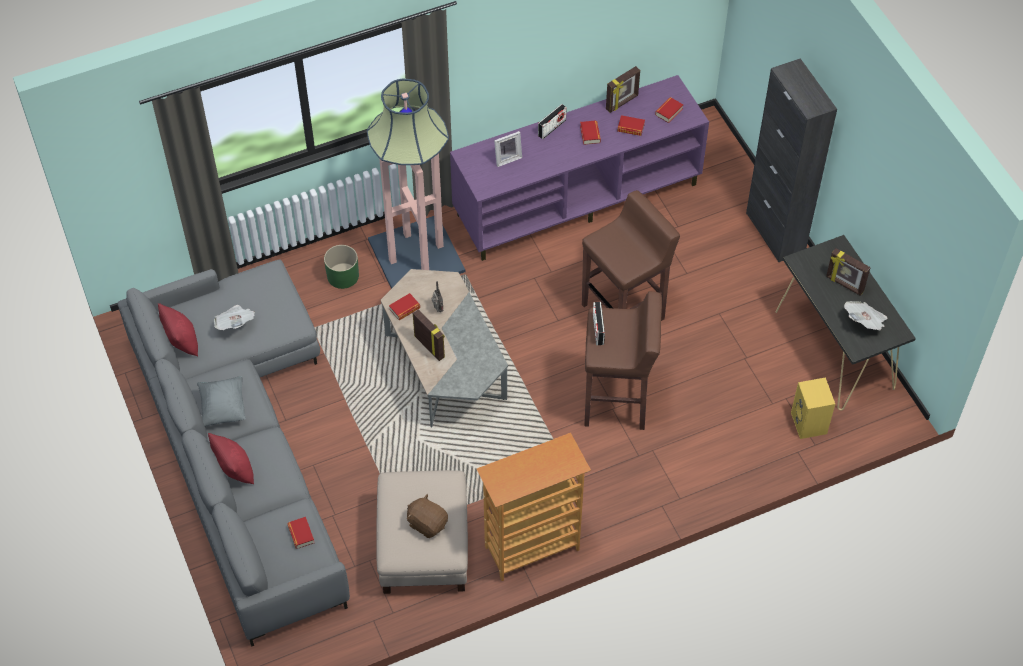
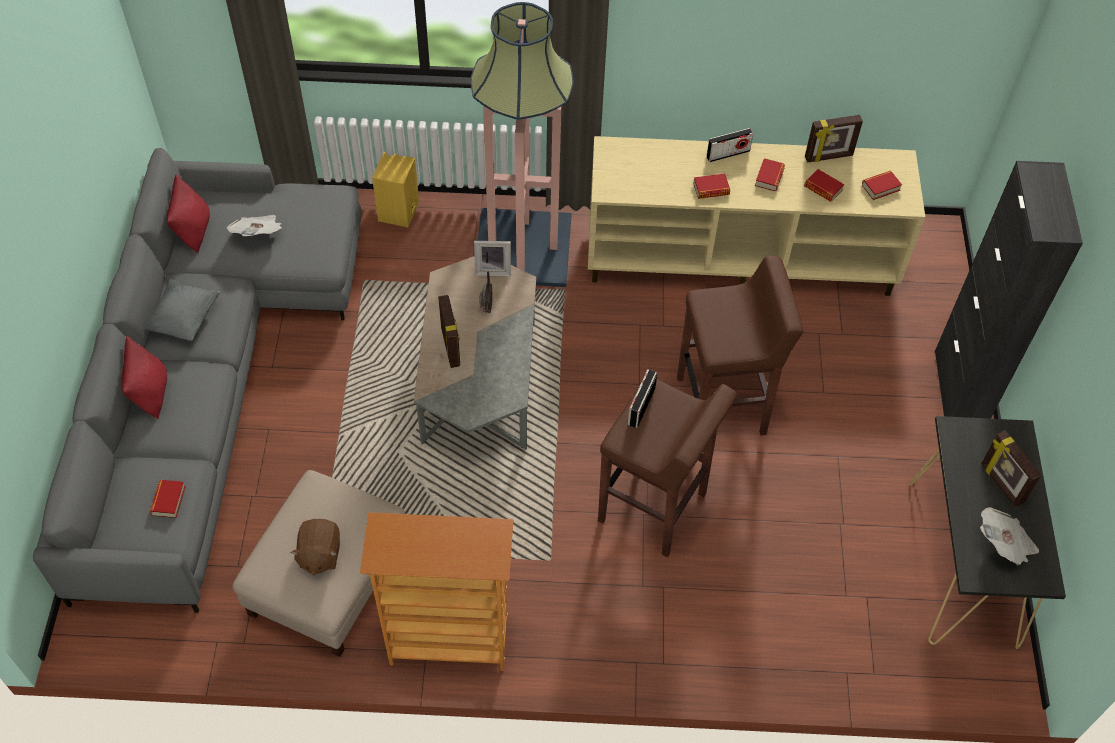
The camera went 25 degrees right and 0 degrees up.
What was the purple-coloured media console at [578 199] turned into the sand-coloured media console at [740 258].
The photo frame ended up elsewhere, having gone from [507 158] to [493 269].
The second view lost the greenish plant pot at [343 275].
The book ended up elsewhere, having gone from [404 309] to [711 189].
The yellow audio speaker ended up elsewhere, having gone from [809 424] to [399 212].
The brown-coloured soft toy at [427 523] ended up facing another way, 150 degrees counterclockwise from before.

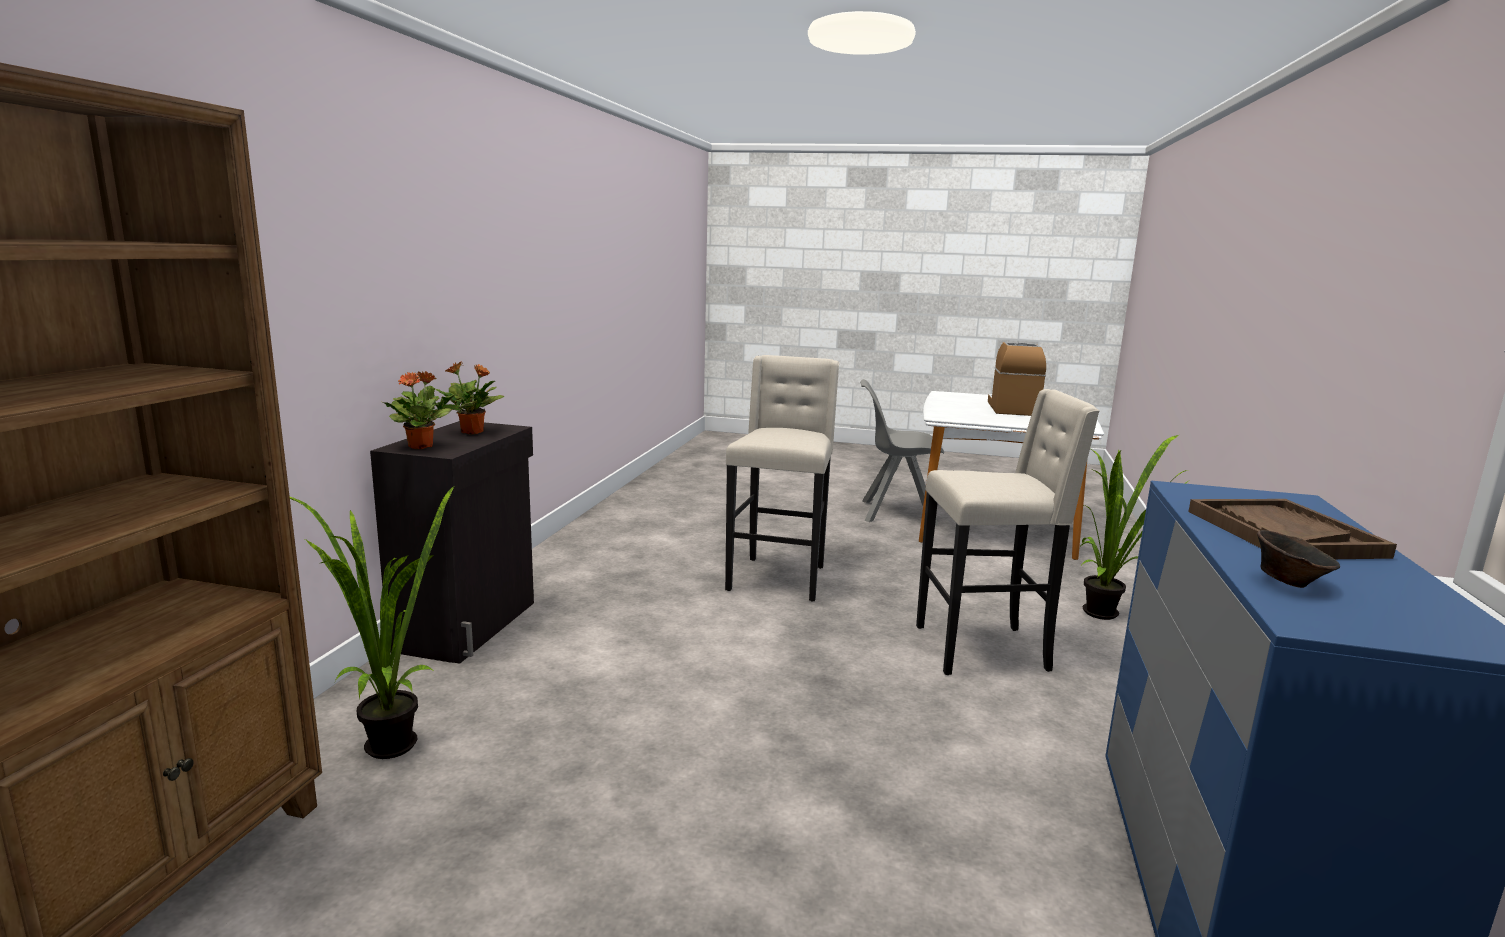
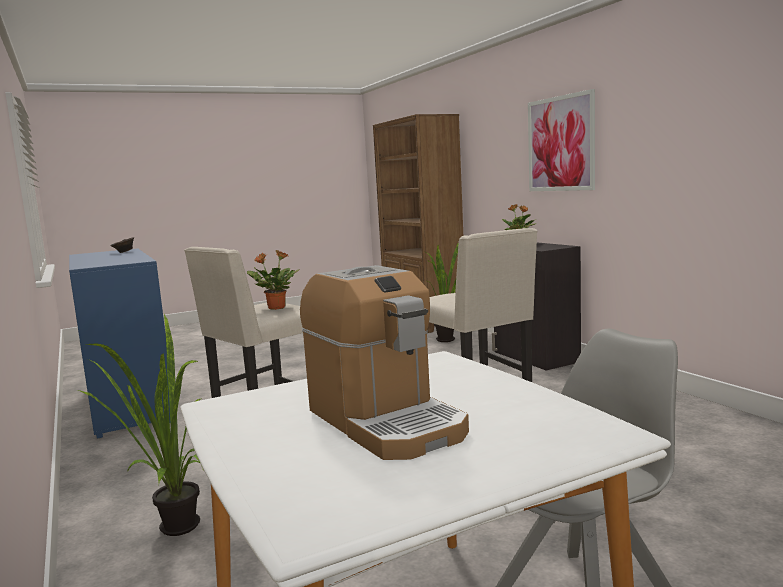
The camera went 140 degrees right and 5 degrees down.
The houseplant ended up elsewhere, having gone from [473 432] to [276 308].
The second view lost the brown-coloured serving tray at [1282 533].
The second view gained the picture at [560 144].

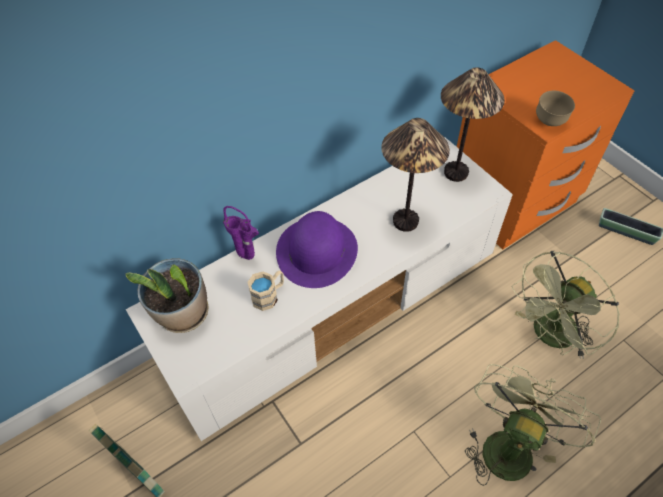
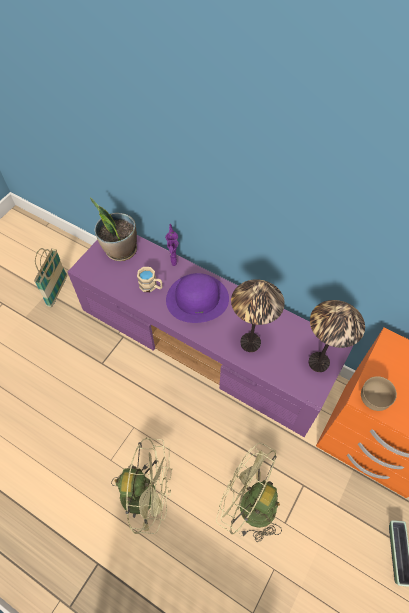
The camera went 65 degrees right and 5 degrees up.
What was the white-coloured media console at [334 305] turned into the purple-coloured media console at [206 344].

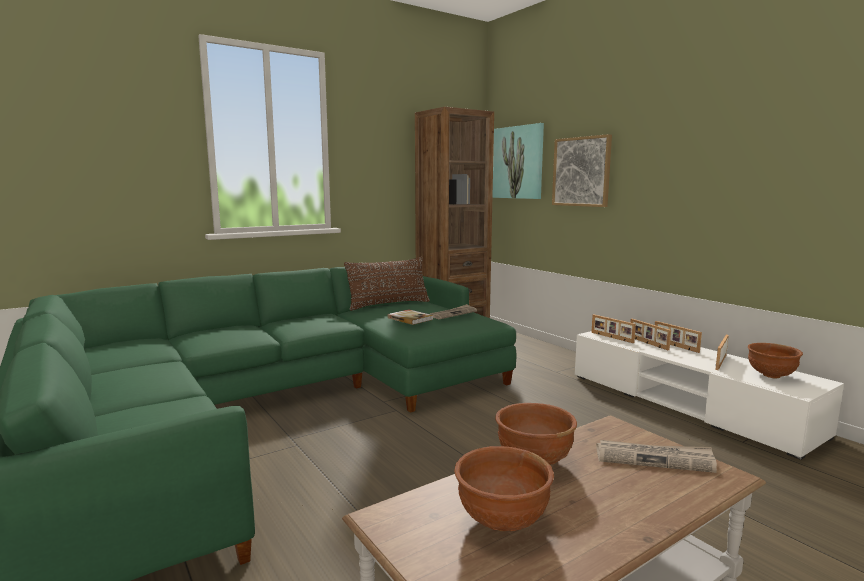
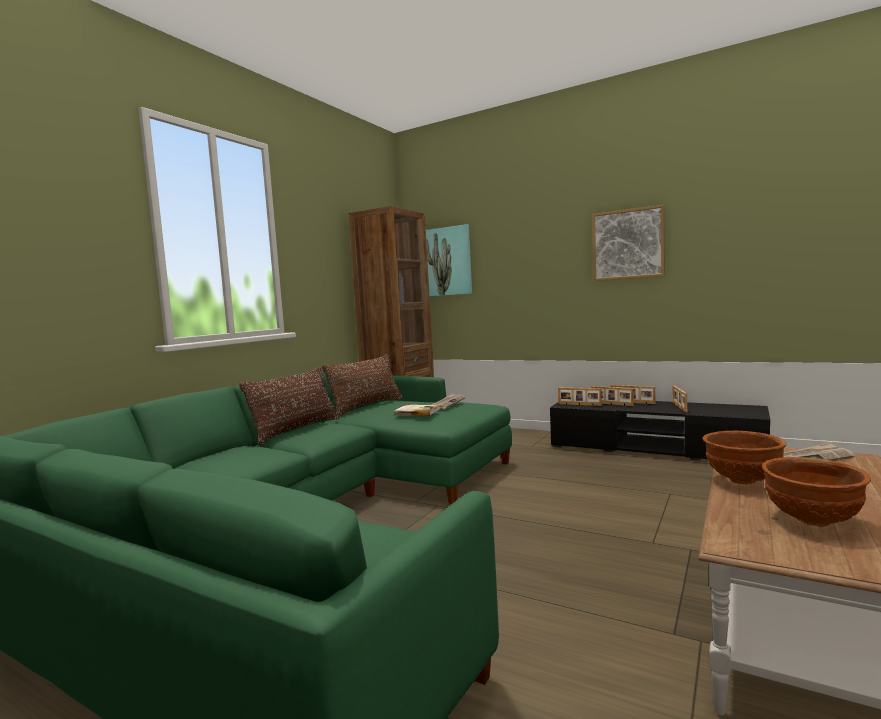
The camera went 25 degrees left and 5 degrees down.
The picture ended up elsewhere, having gone from [581 171] to [628 244].
What was the white-coloured media console at [686 403] turned into the black-coloured media console at [654 448].
The second view lost the brown-coloured deep dish at [770 375].
The second view gained the brown-coloured pillow at [296 430].

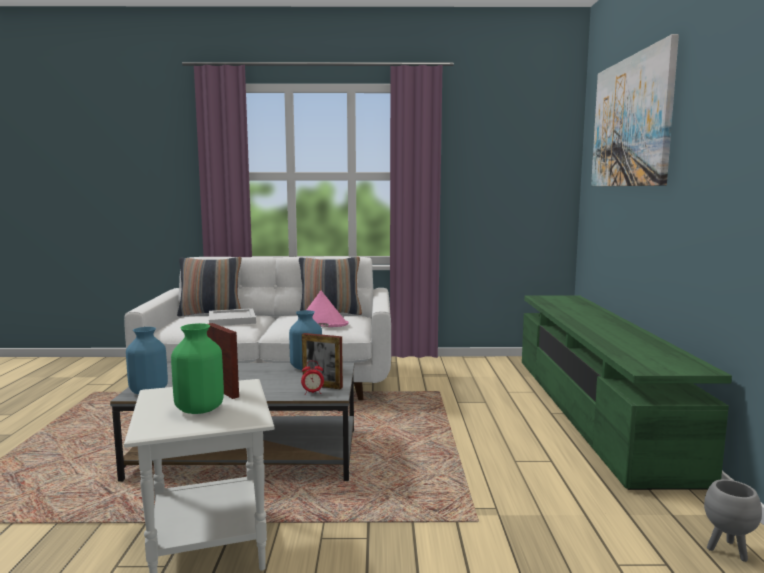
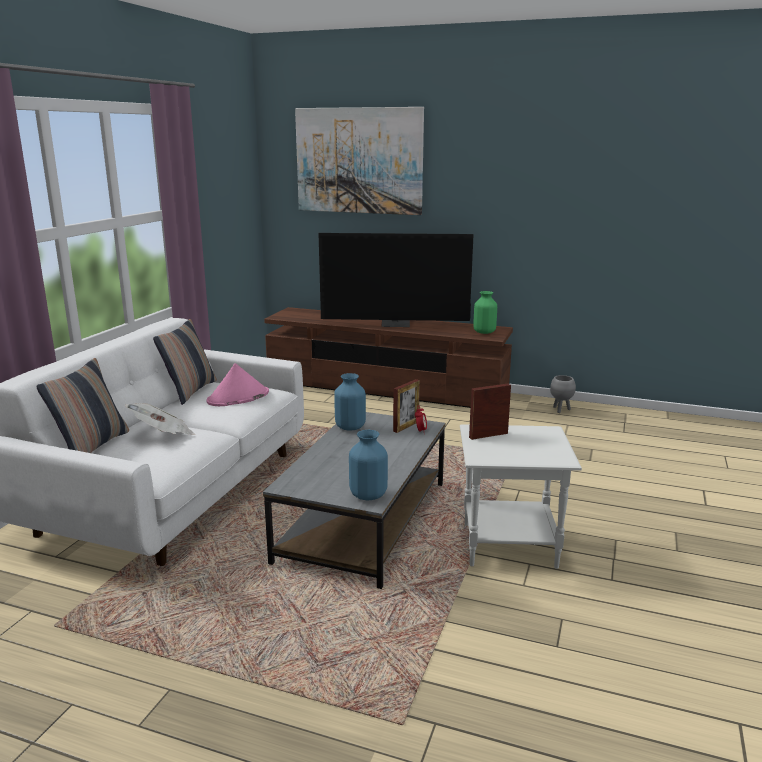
The camera went 70 degrees left and 10 degrees up.
What was the greenish media console at [594 411] turned into the brown-coloured media console at [385 388].
Where the white-coloured serving tray stood at [232 320], the daily paper came to stand at [163 435].
The greenish flower vase ended up elsewhere, having gone from [199 409] to [484 332].
The second view gained the television at [396 324].

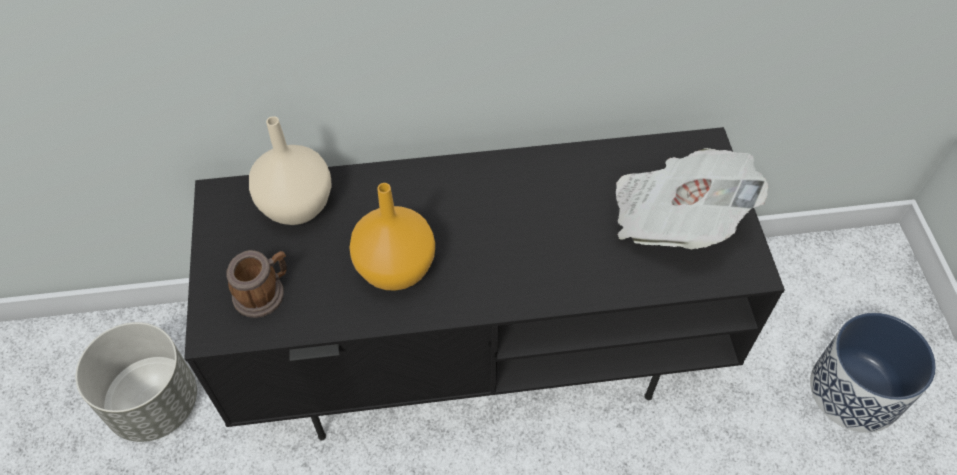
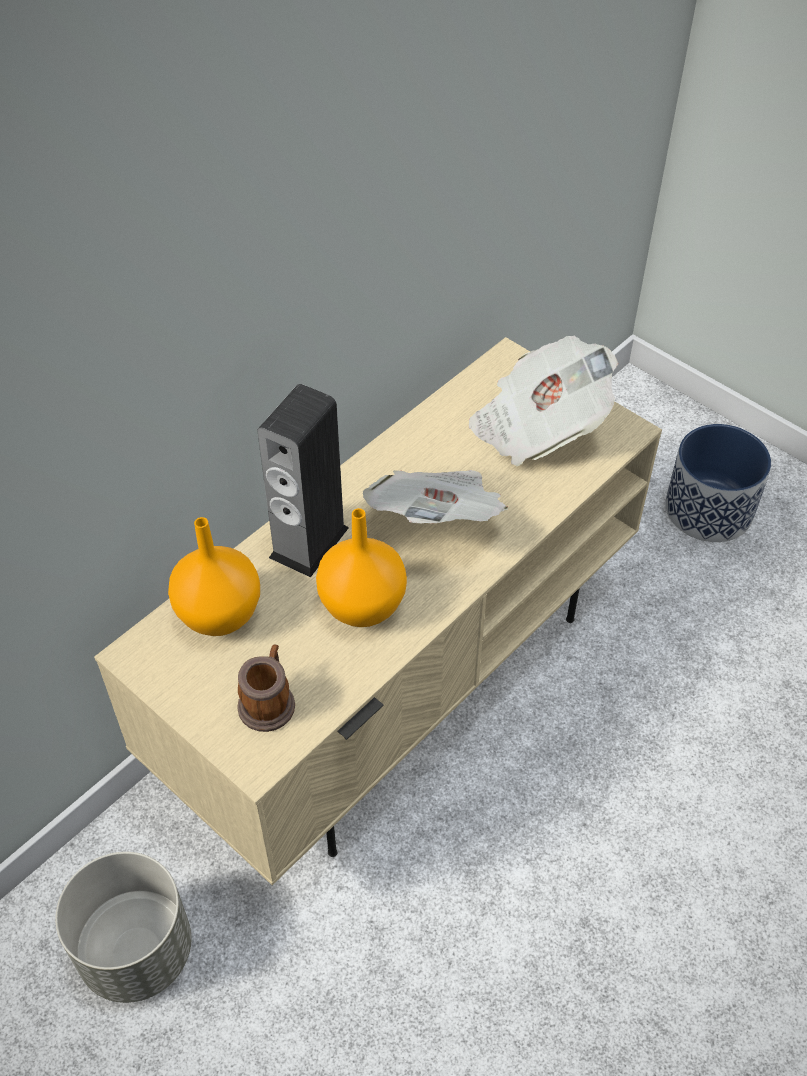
The camera went 40 degrees left and 5 degrees down.
What was the sand-coloured flower vase at [296 205] turned into the orange-coloured flower vase at [217 614].
What was the black-coloured media console at [480 348] turned into the sand-coloured media console at [400 679].
The second view gained the audio speaker at [309 542].
The second view gained the daily paper at [437 519].

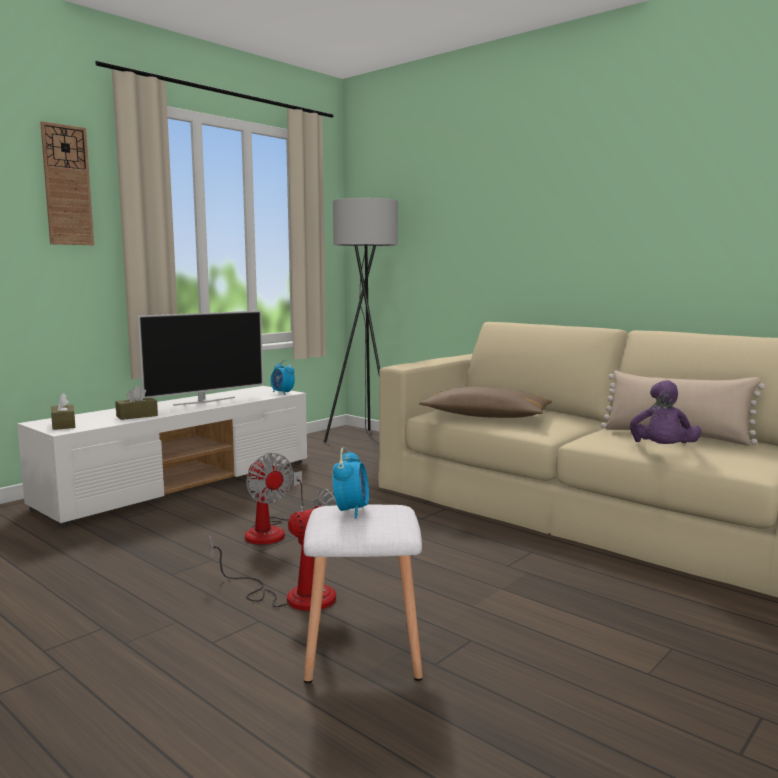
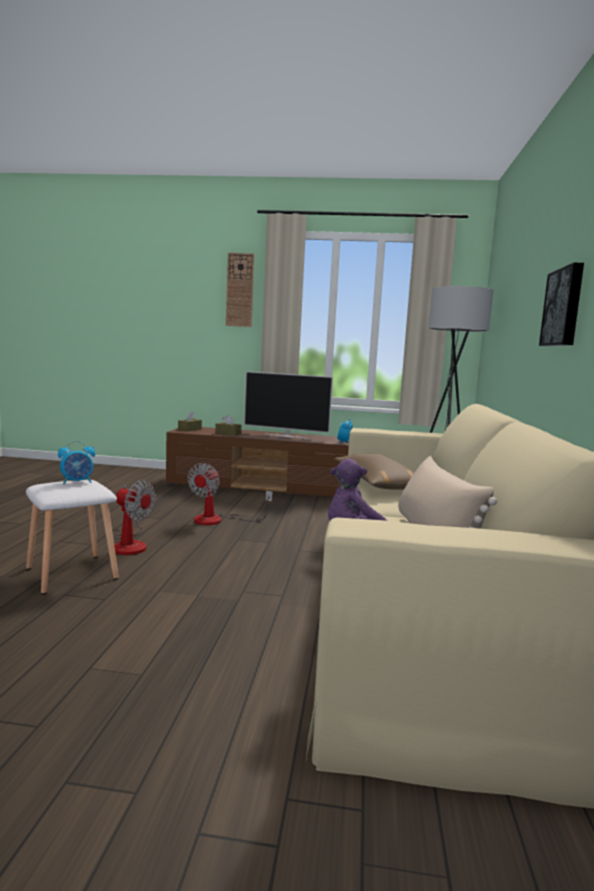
The camera went 55 degrees right and 0 degrees up.
What was the white-coloured media console at [182 483] turned into the brown-coloured media console at [264 488].
The second view gained the picture at [564 307].

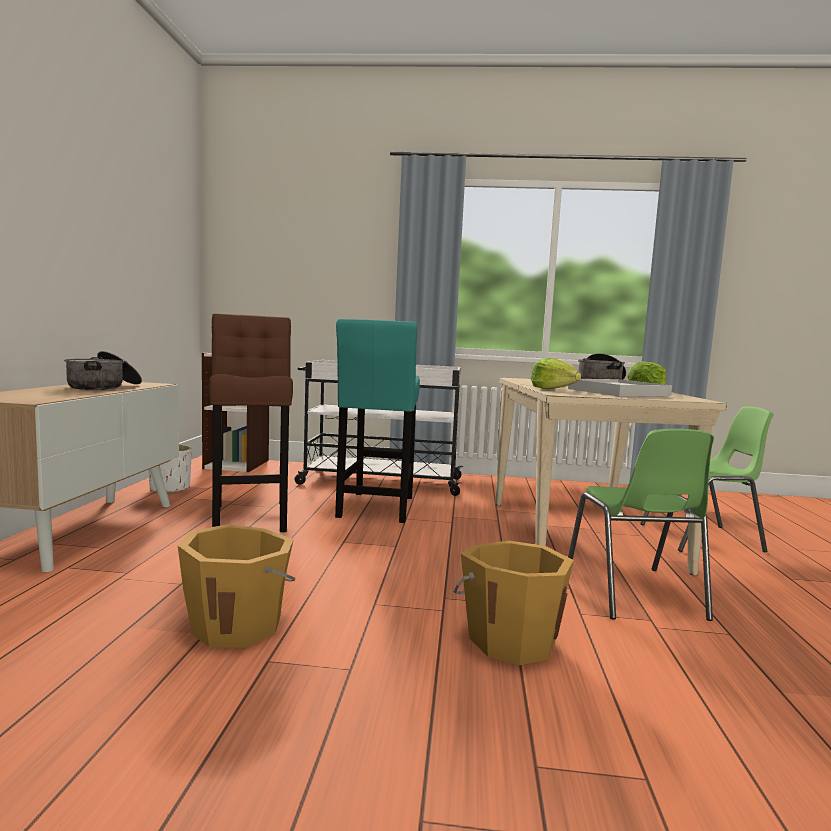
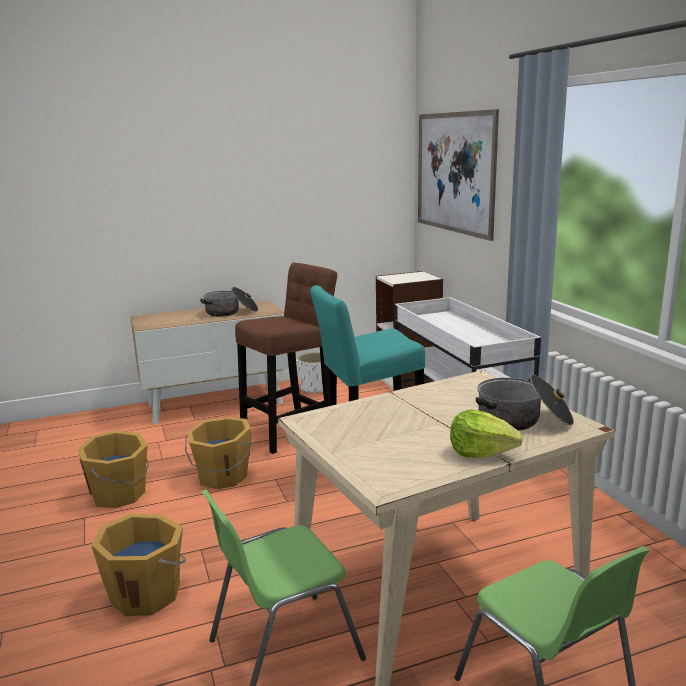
The camera went 65 degrees right and 10 degrees up.
The second view lost the lettuce head at [553 389].
The second view lost the white-coloured serving tray at [618 392].
The second view gained the picture at [454 172].
The second view gained the orange-coloured bucket at [222 477].

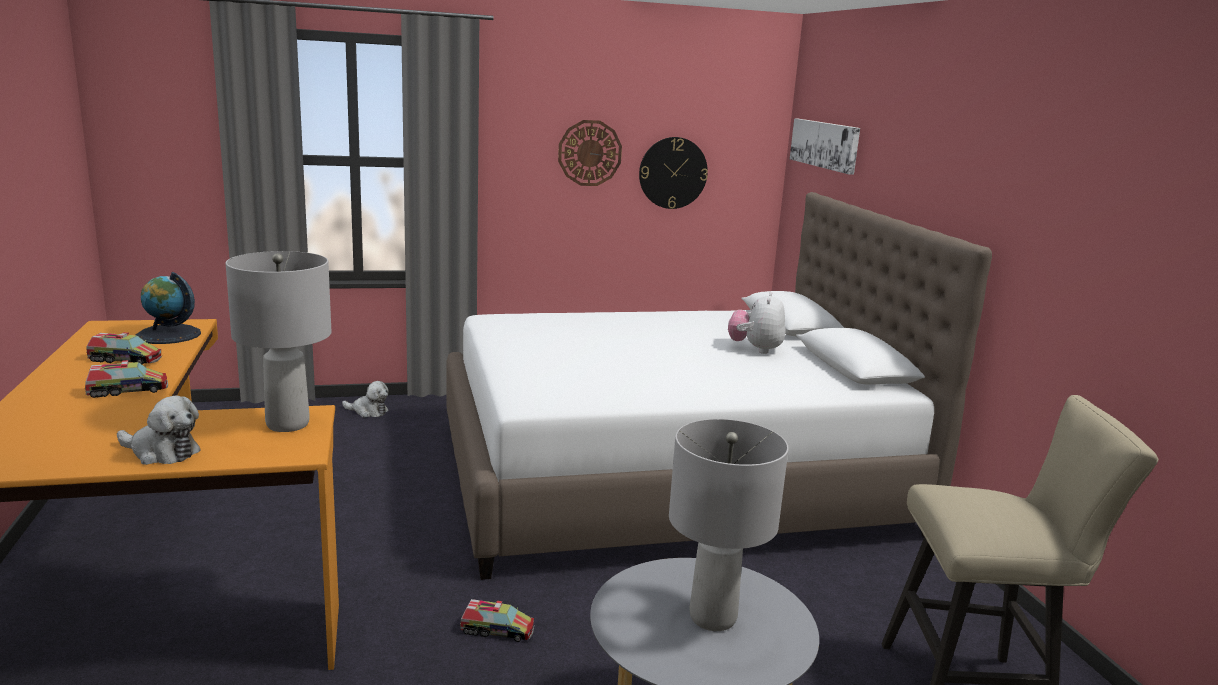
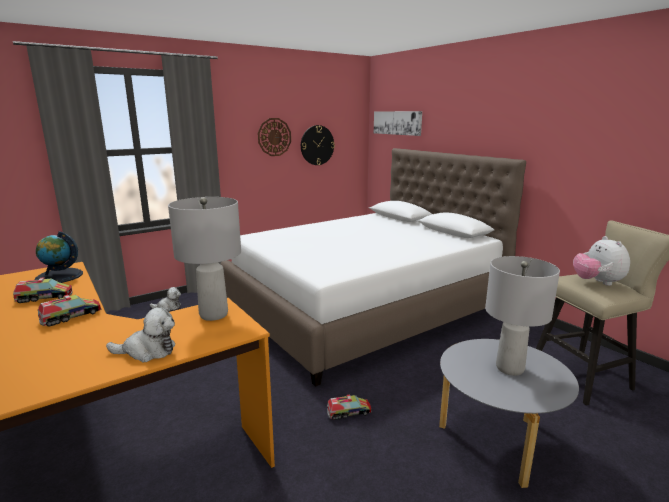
The camera went 20 degrees left and 0 degrees up.
The soft toy ended up elsewhere, having gone from [755 349] to [597 282].

